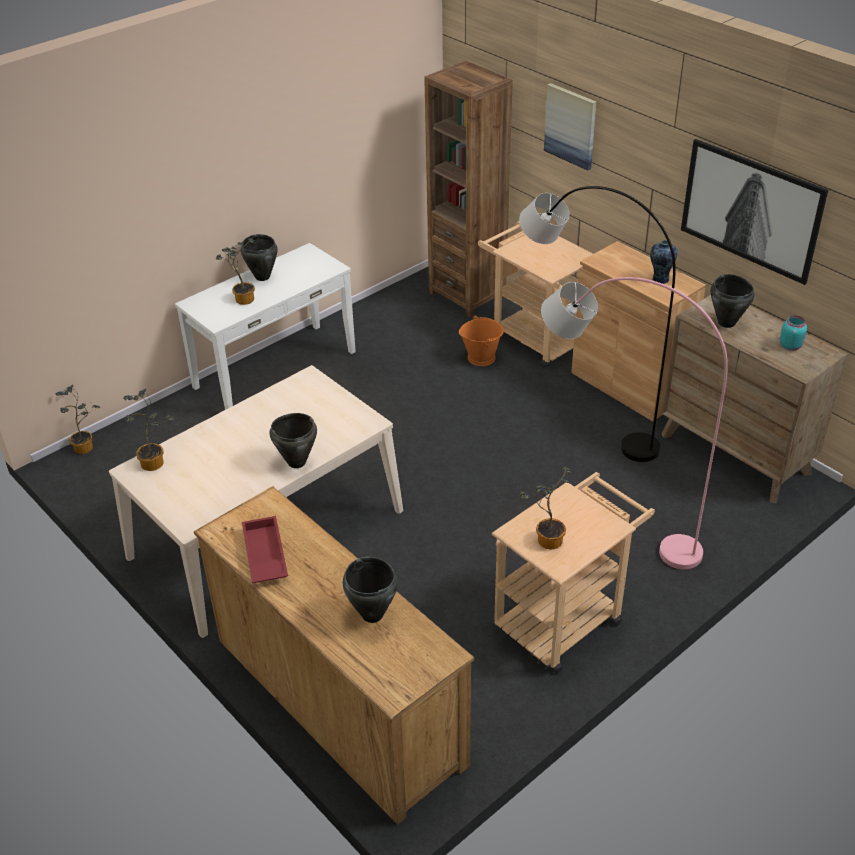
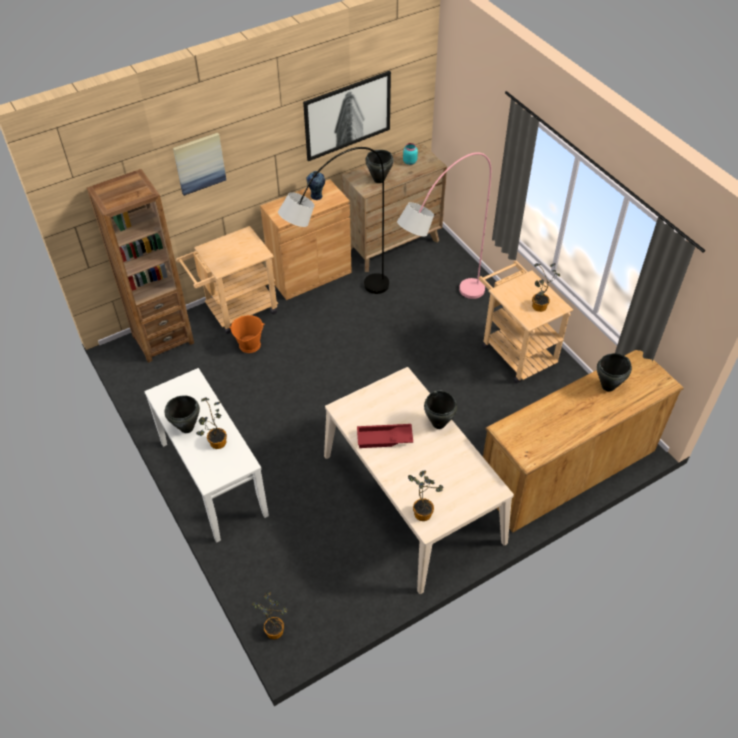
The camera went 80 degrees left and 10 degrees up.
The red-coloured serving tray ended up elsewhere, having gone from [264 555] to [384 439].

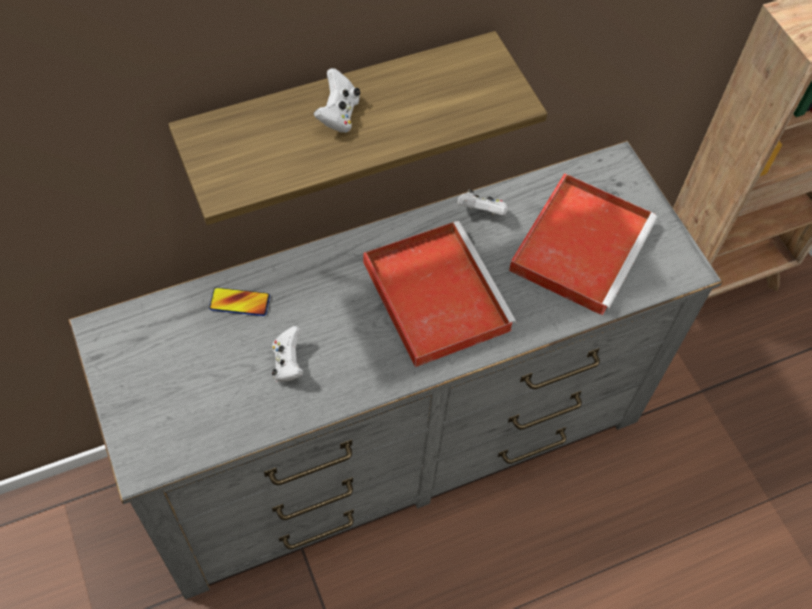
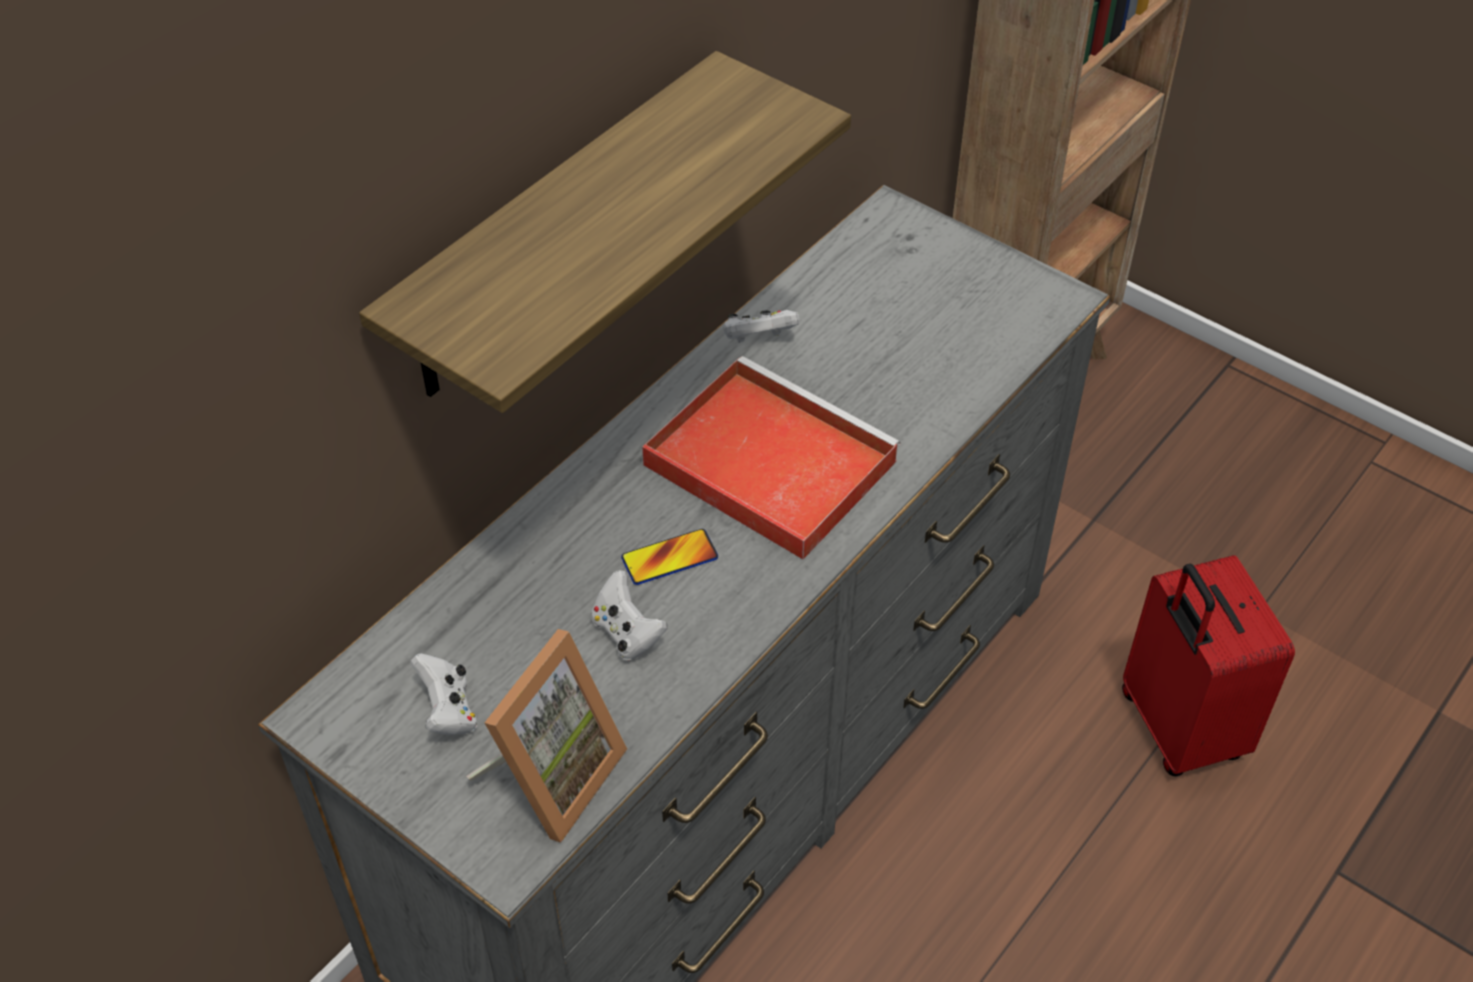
The camera went 25 degrees left and 10 degrees down.
The white-coloured gamepad ended up elsewhere, having gone from [338 115] to [448 711].
The second view lost the red-coloured serving tray at [581 244].
The phone ended up elsewhere, having gone from [239 302] to [669 558].
The second view gained the red-coloured piece of luggage at [1177 728].
The second view gained the photo frame at [551 775].

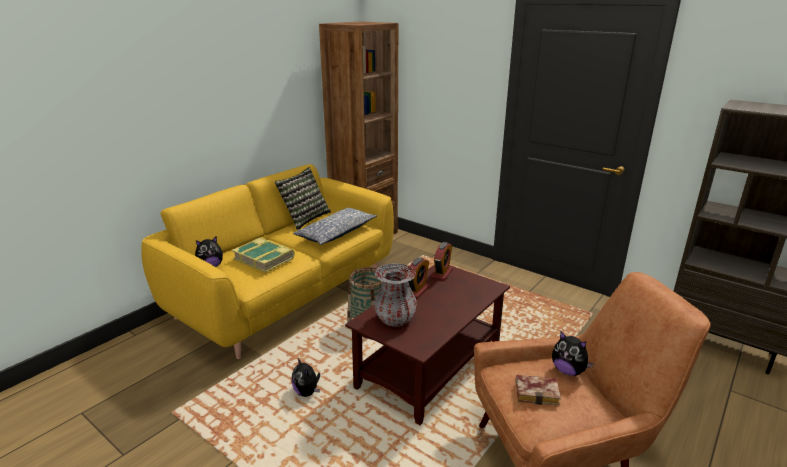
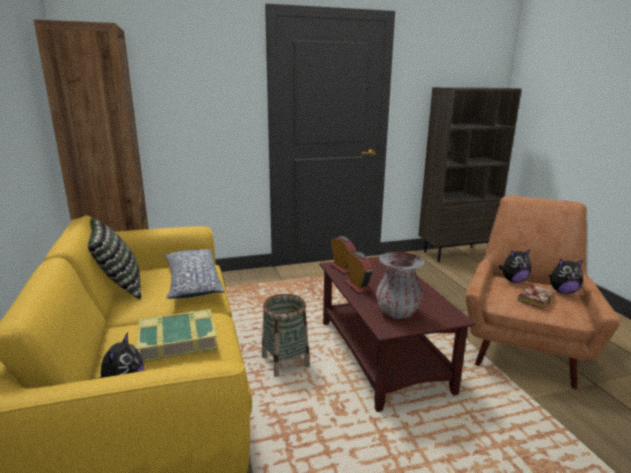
The camera went 55 degrees left and 5 degrees down.
The soft toy ended up elsewhere, having gone from [307 392] to [562 292].

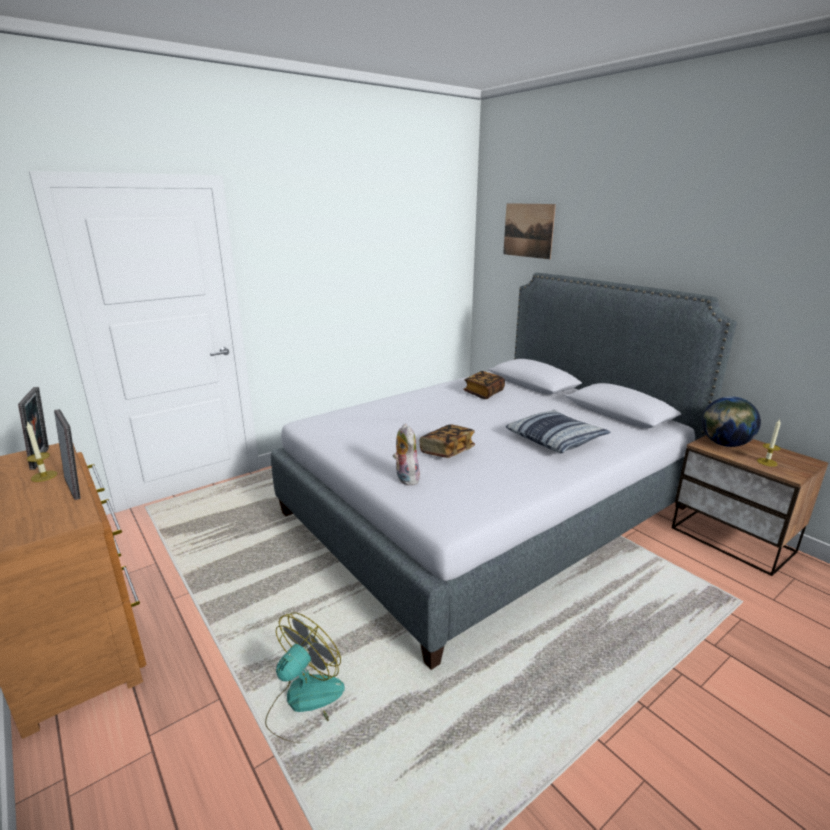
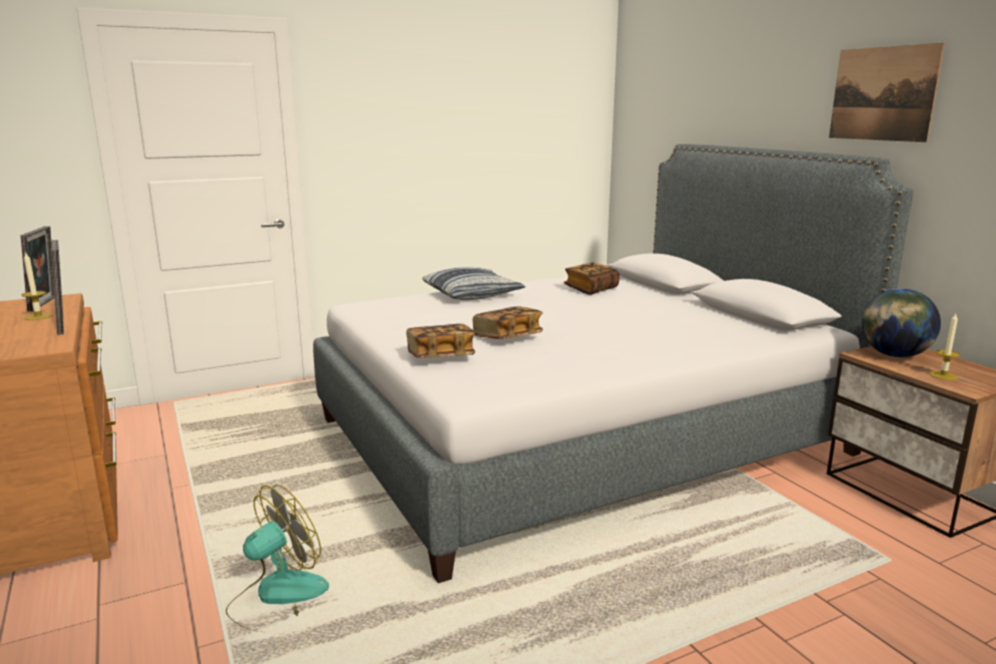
The camera went 10 degrees right and 5 degrees down.
The picture ended up elsewhere, having gone from [528 230] to [882 94].
The pillow ended up elsewhere, having gone from [556 439] to [472 294].
Where the soft toy stood at [405 478], the book came to stand at [440 356].

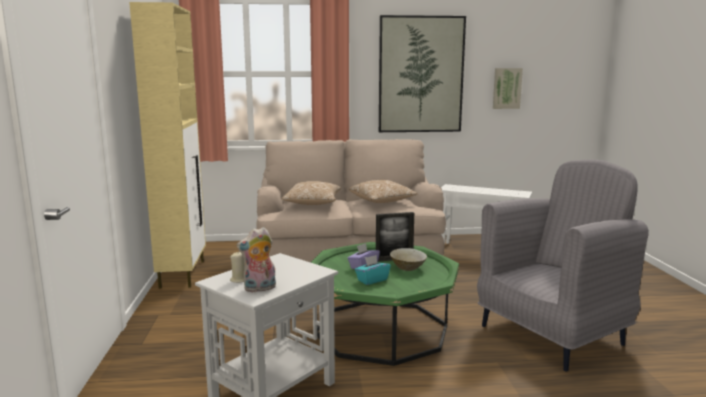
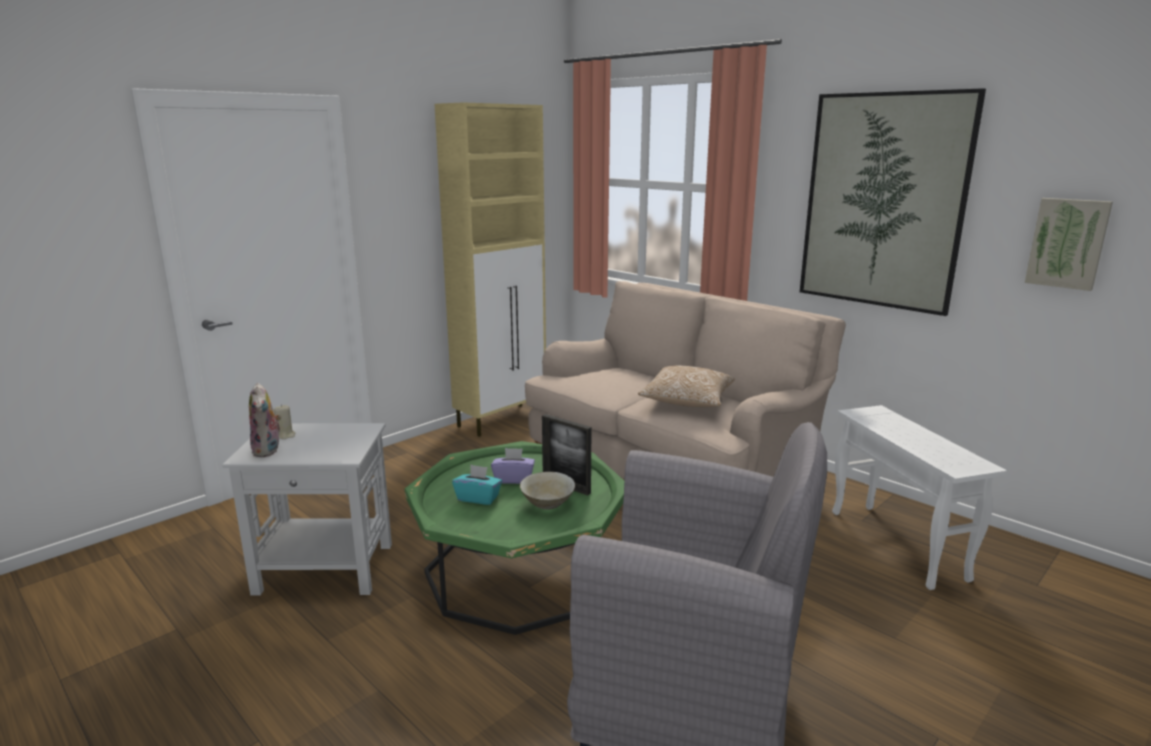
The camera went 50 degrees right and 5 degrees up.
The second view lost the pillow at [312 203].
The soft toy at [259 289] ended up facing another way, 135 degrees counterclockwise from before.

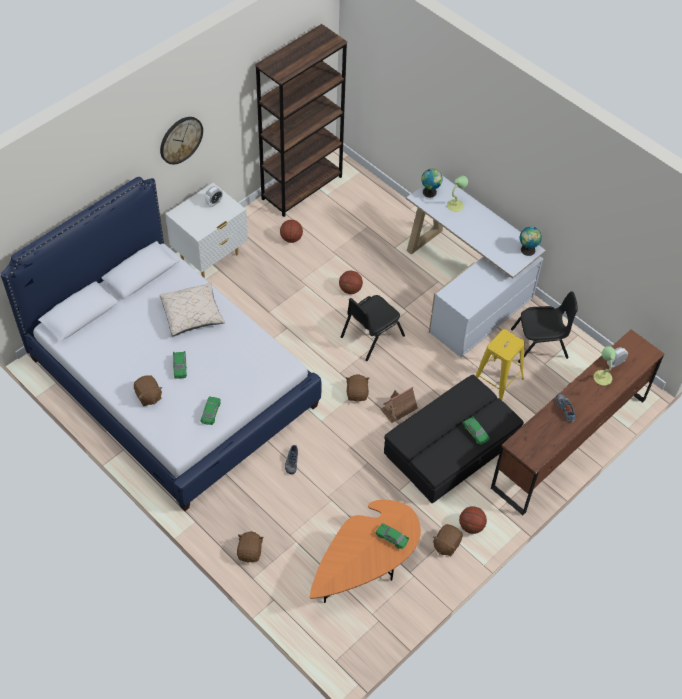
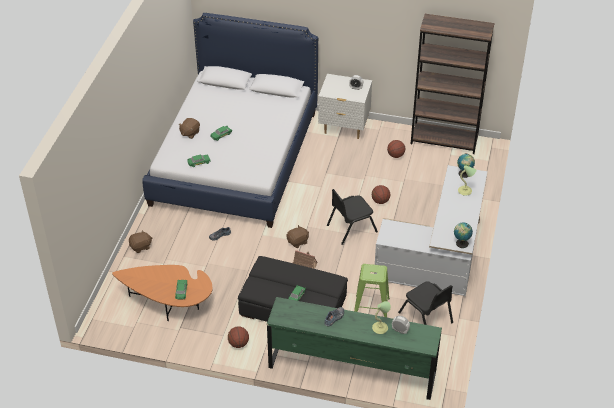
The camera went 60 degrees right and 10 degrees down.
The second view lost the wall clock at [181 140].
The second view lost the sand-coloured pillow at [192 315].
The black-coloured plain chair at [371 336] ended up facing another way, 45 degrees counterclockwise from before.
What was the yellow sitting stool at [497 381] turned into the greenish sitting stool at [371 308].
What was the brown-coloured chest of drawers at [569 442] turned into the greenish chest of drawers at [352 369].
The second view lost the brown-coloured soft toy at [446 544].

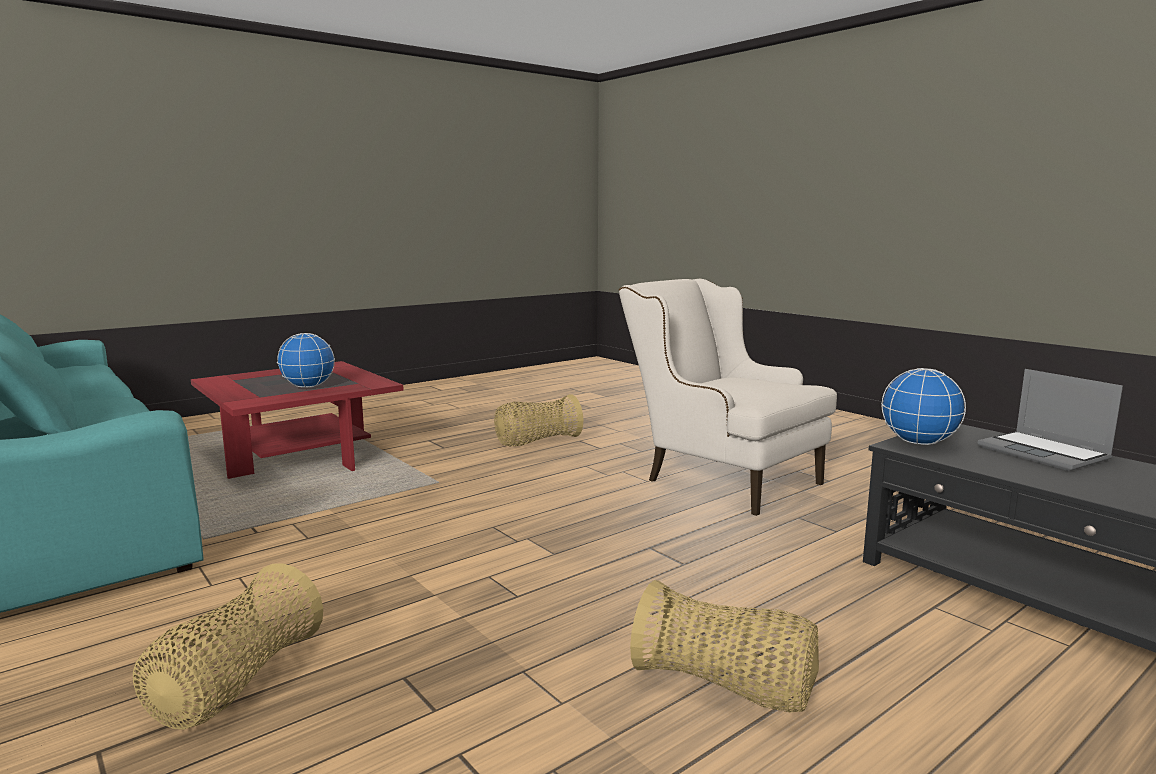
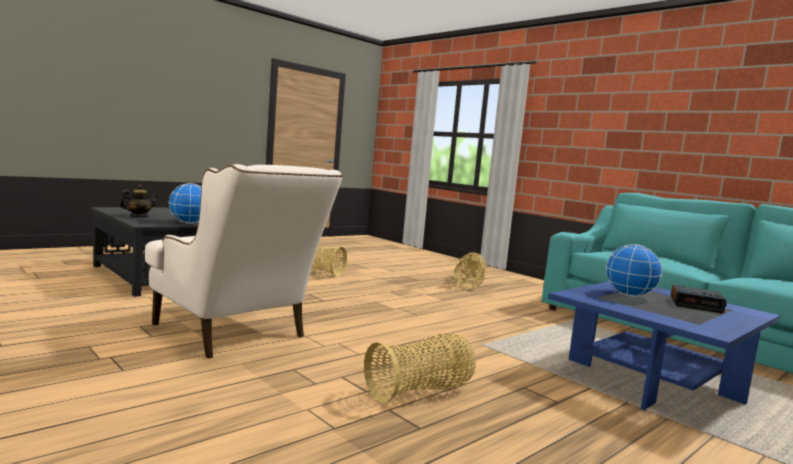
The camera went 175 degrees right and 5 degrees down.
What was the red-coloured coffee table at [301 457] turned into the blue coffee table at [651 381].
Where the portable computer stood at [1045 453], the pot for tea came to stand at [138 216].
The second view gained the alarm clock at [696 305].

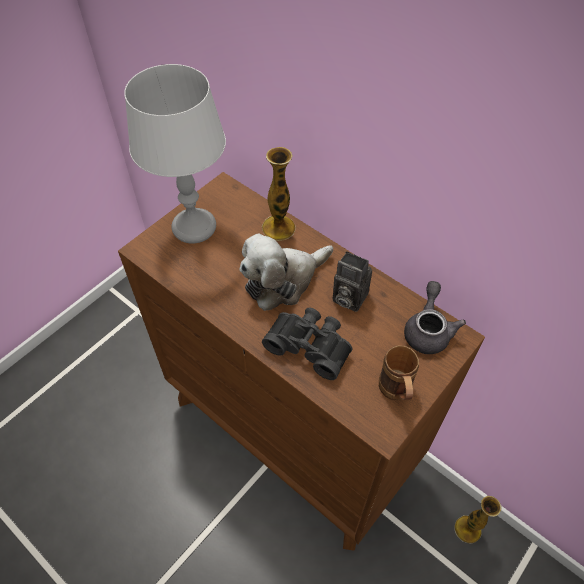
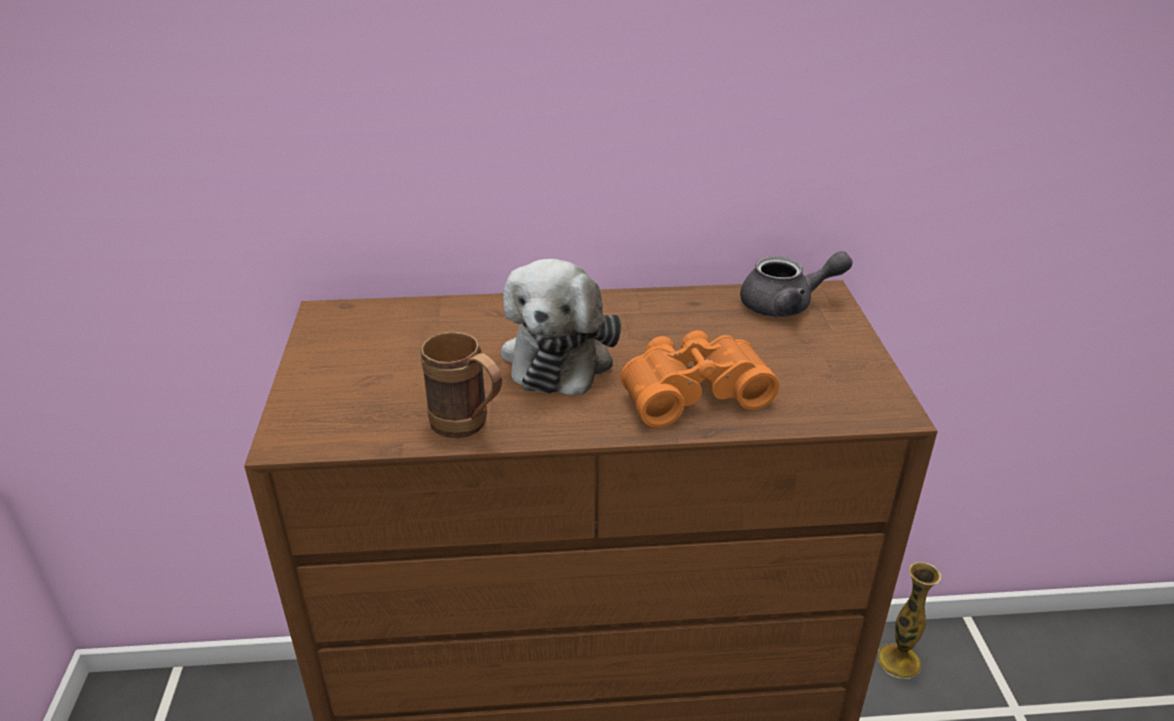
The camera went 45 degrees left and 20 degrees down.
The second view lost the gray lamp for a table at [193 227].
The second view lost the flower vase at [278 228].
The second view lost the photo camera at [347 298].
The gray pot for tea at [428 330] ended up facing another way, 120 degrees clockwise from before.
What was the black-coloured binoculars at [310 345] turned into the orange-coloured binoculars at [692 391].
The brown-coloured tea mug ended up elsewhere, having gone from [396 393] to [468 427].

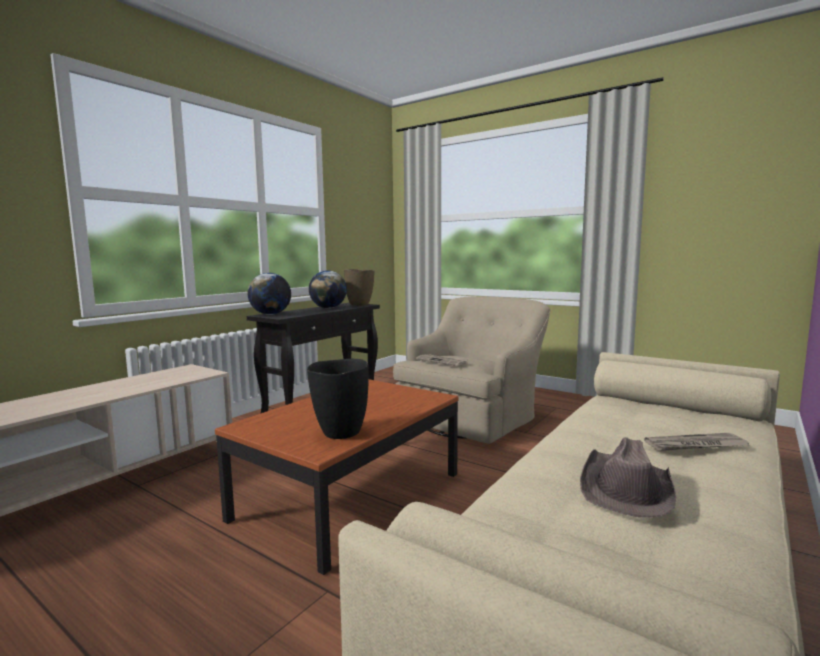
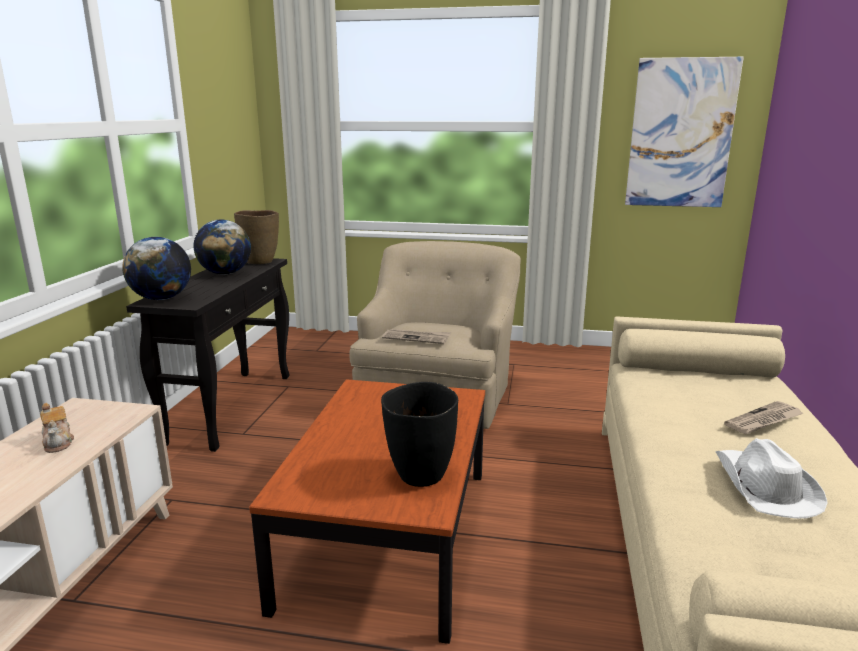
The camera went 25 degrees left and 10 degrees up.
What was the brown-coloured wearable hat at [626 488] turned into the white-coloured wearable hat at [764 486].
The second view gained the picture at [681 134].
The second view gained the pot for tea at [58 442].

